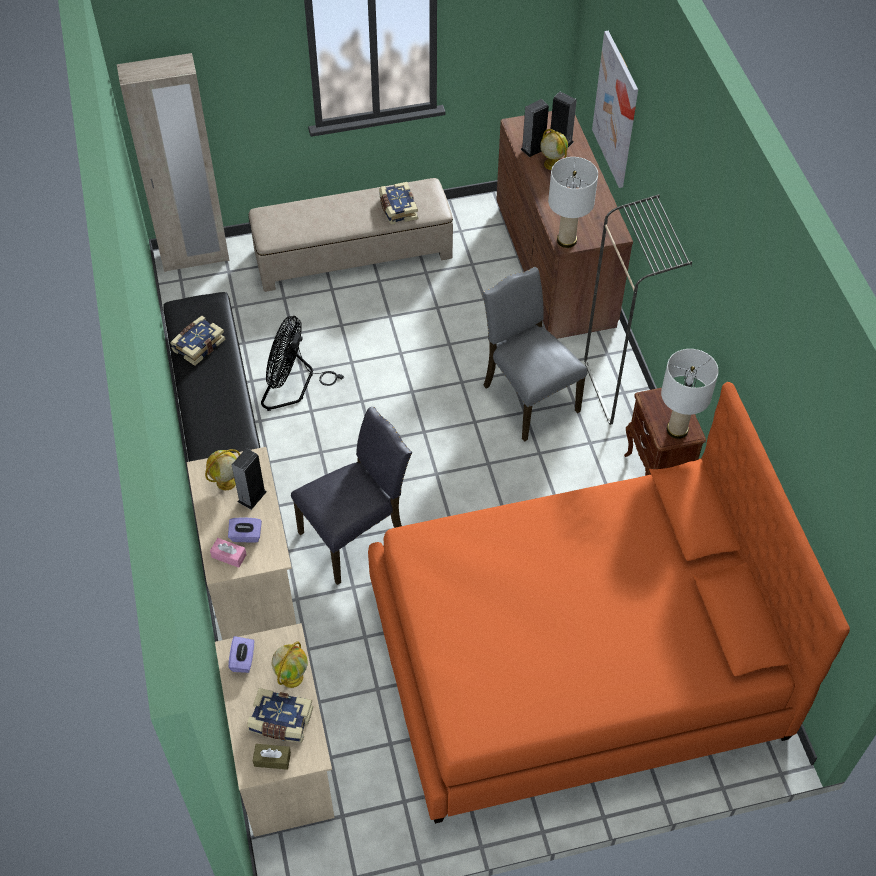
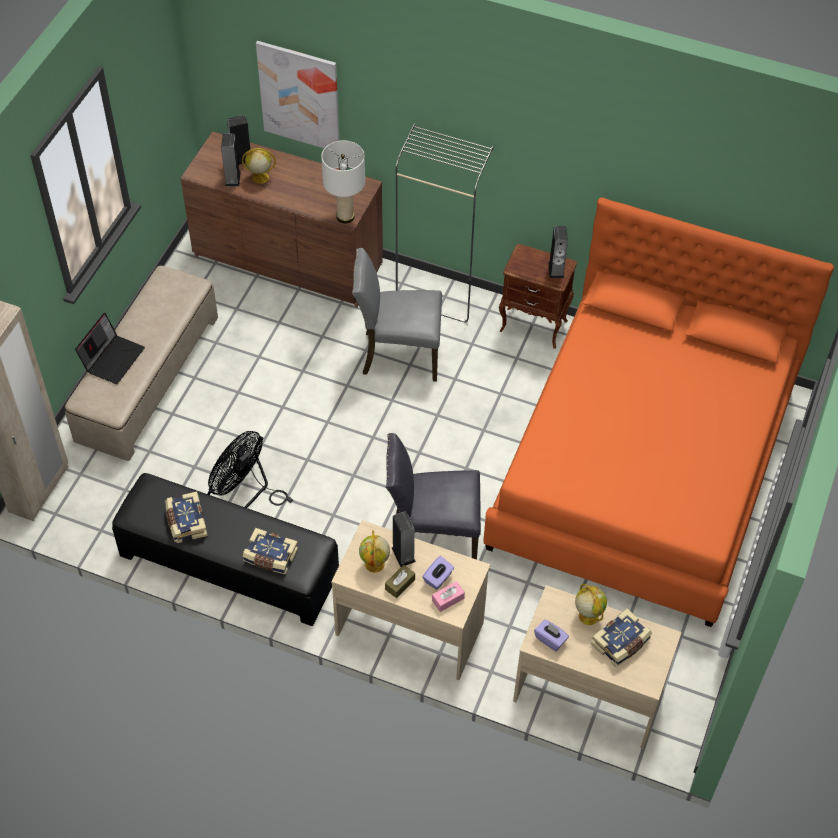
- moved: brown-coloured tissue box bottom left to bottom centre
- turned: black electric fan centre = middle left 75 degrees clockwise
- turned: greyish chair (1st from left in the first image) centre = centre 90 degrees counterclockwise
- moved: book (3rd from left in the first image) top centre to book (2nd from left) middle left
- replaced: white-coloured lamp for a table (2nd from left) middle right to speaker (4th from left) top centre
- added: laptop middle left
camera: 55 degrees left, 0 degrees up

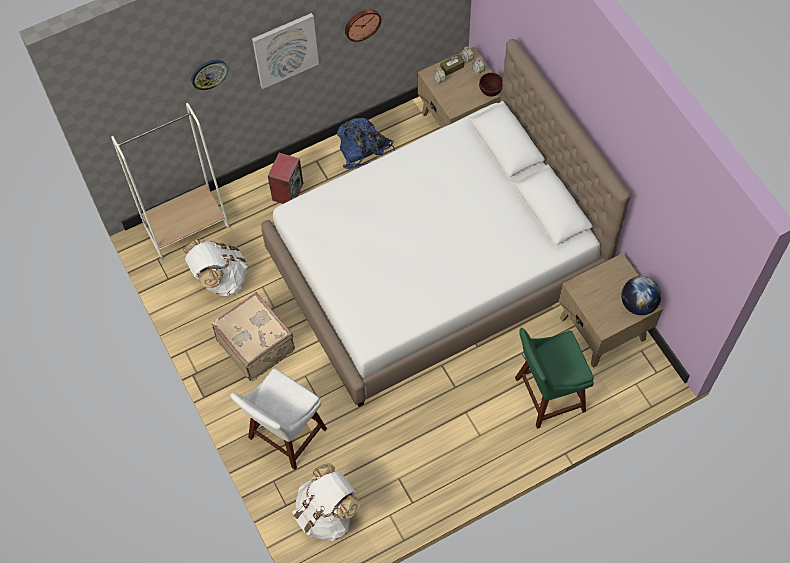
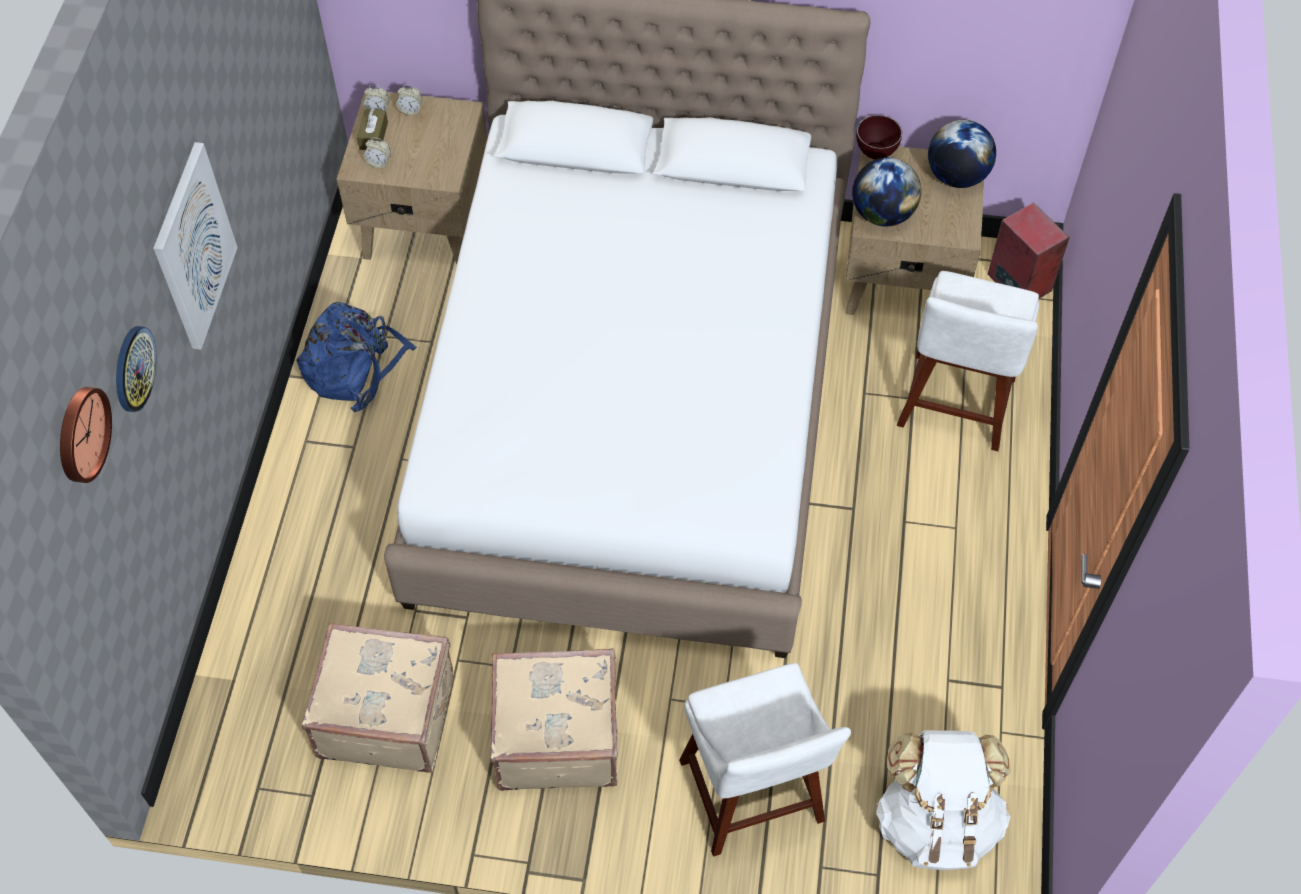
- removed: garment stand top left
- replaced: white-coloured backpack (1st from left) middle left to beige travel case (1st from left) bottom left
- moved: speaker top centre to top right
- moved: clock on the wall (2nd from left in the first image) top centre to clock on the wall (1st from left) middle left
- moved: brown-coloured deep dish top centre to top right
- recoloured: green chair bottom right to white-coloured chair (2nd from left) middle right
- added: desk globe (1st from left) top right
camera: 55 degrees left, 5 degrees down

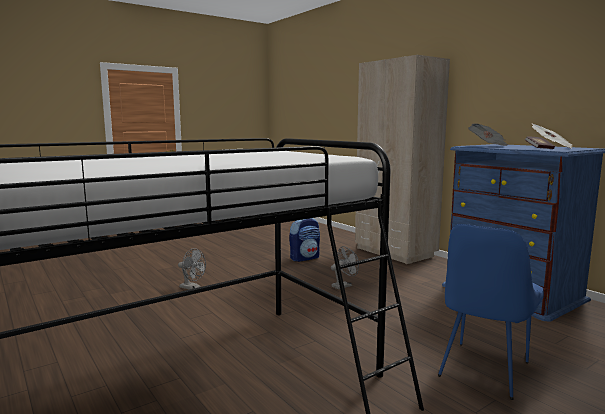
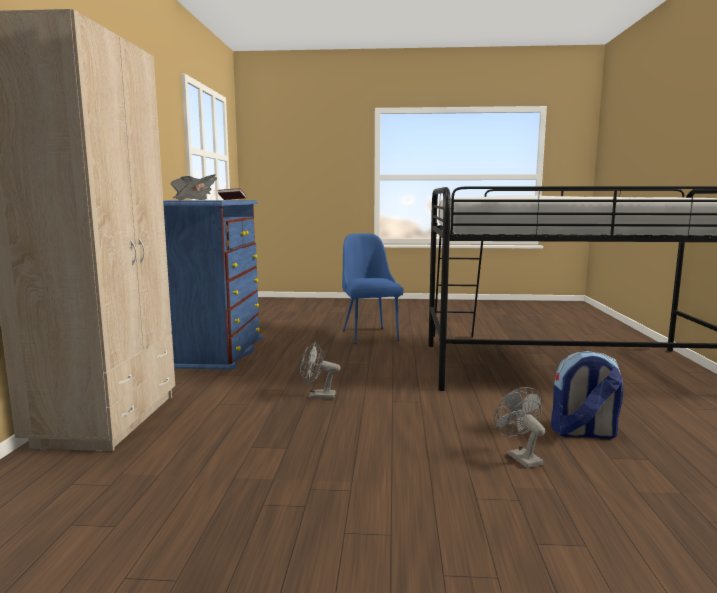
- moved: backpack centre to middle right
- turned: blue-coloured chair bottom right = centre 90 degrees counterclockwise
camera: 140 degrees left, 0 degrees up

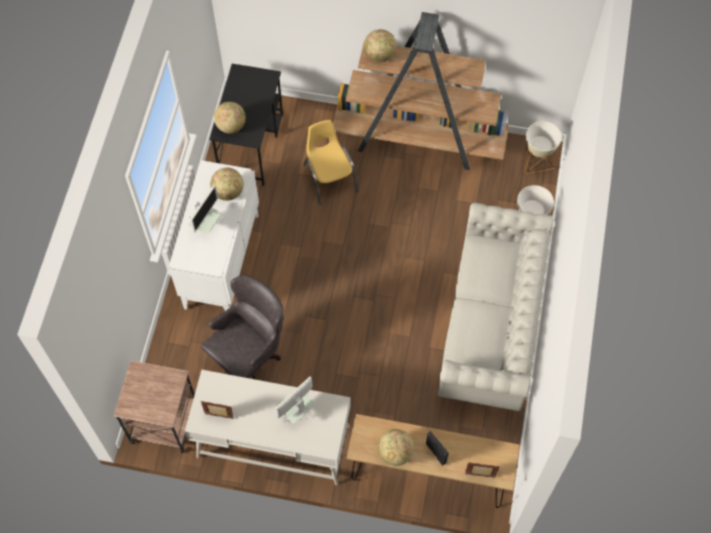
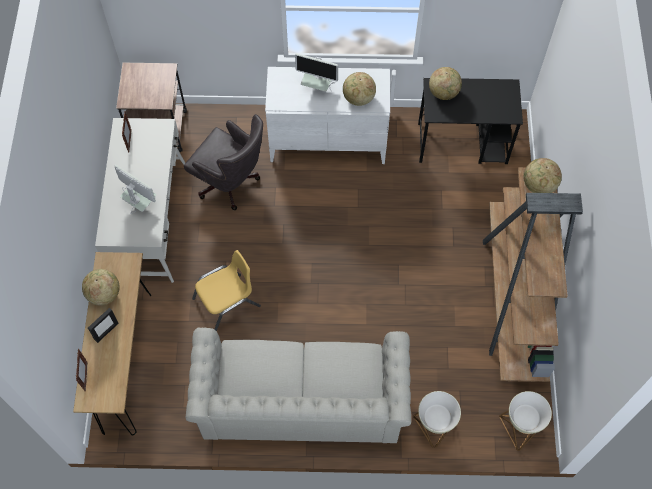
- moved: yellow chair top centre to centre
camera: 80 degrees right, 0 degrees up

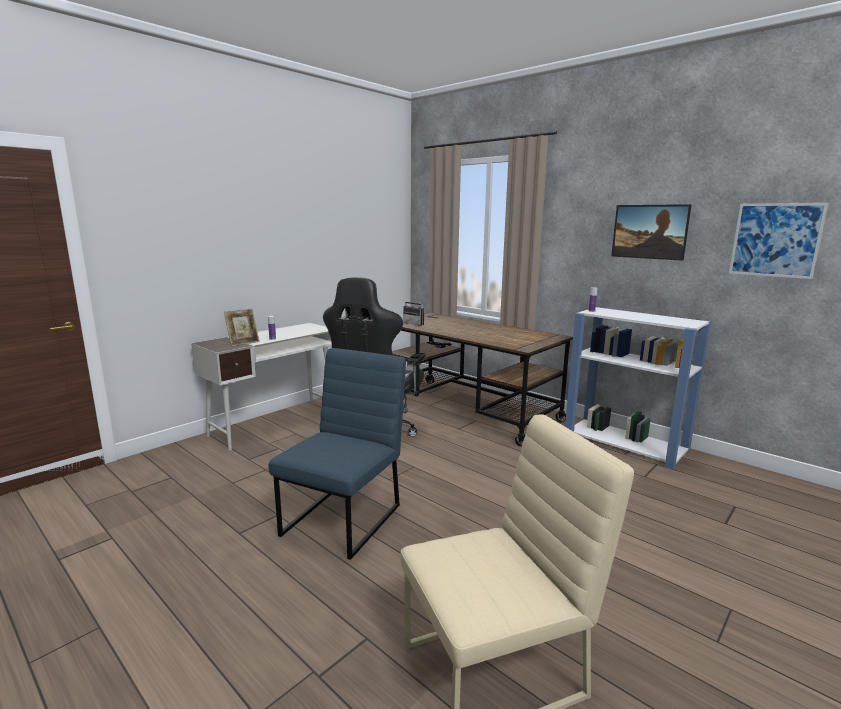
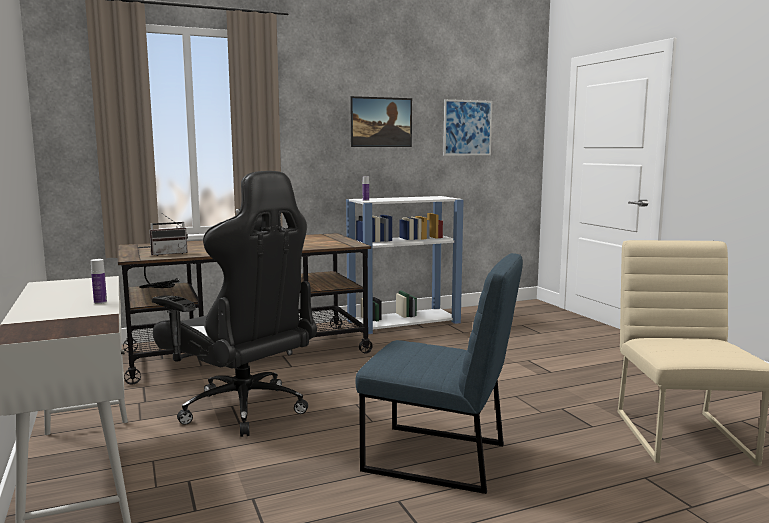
- removed: standing frame middle left
- turned: blue-coloured chair centre = bottom centre 150 degrees clockwise
camera: 65 degrees left, 5 degrees down

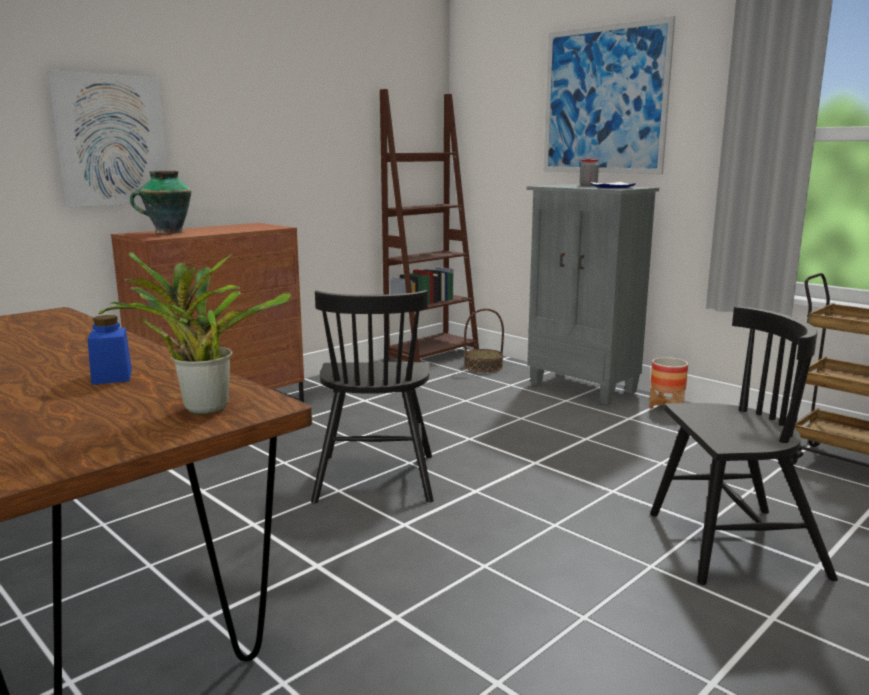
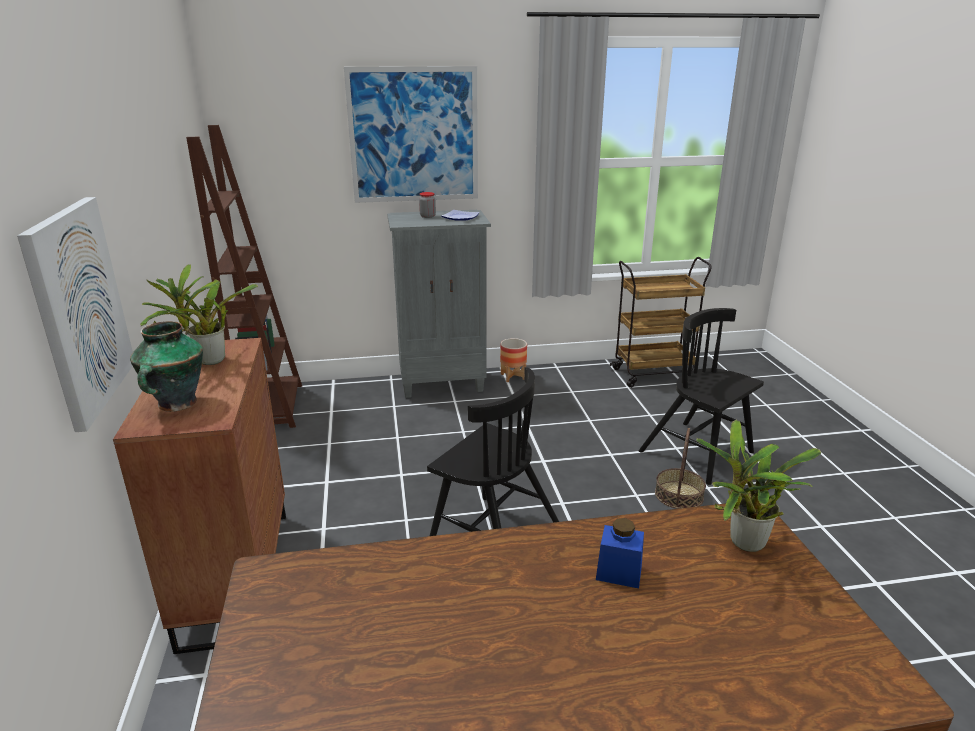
- moved: household basket centre to middle right
- turned: black chair (2nd from left) middle right = middle right 75 degrees counterclockwise
- added: houseplant (1st from left) middle left
camera: 55 degrees left, 10 degrees up

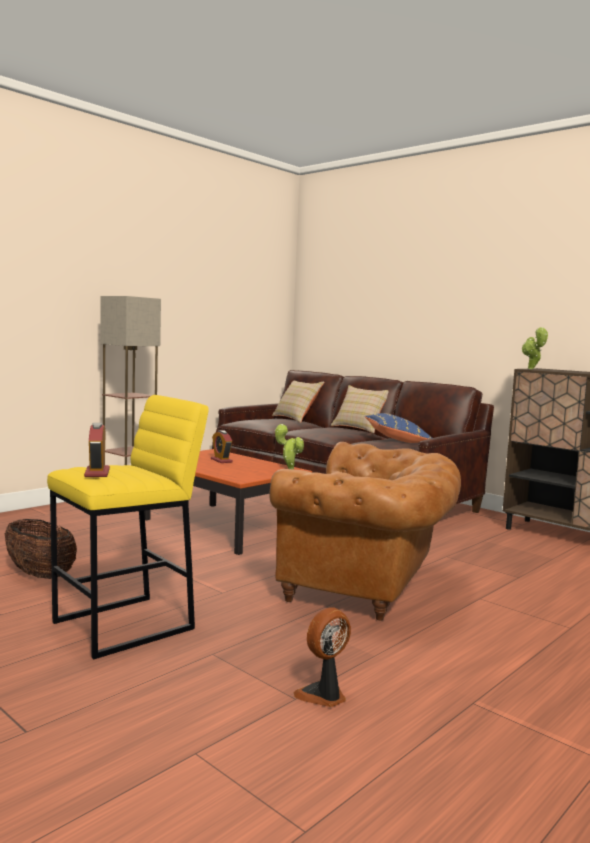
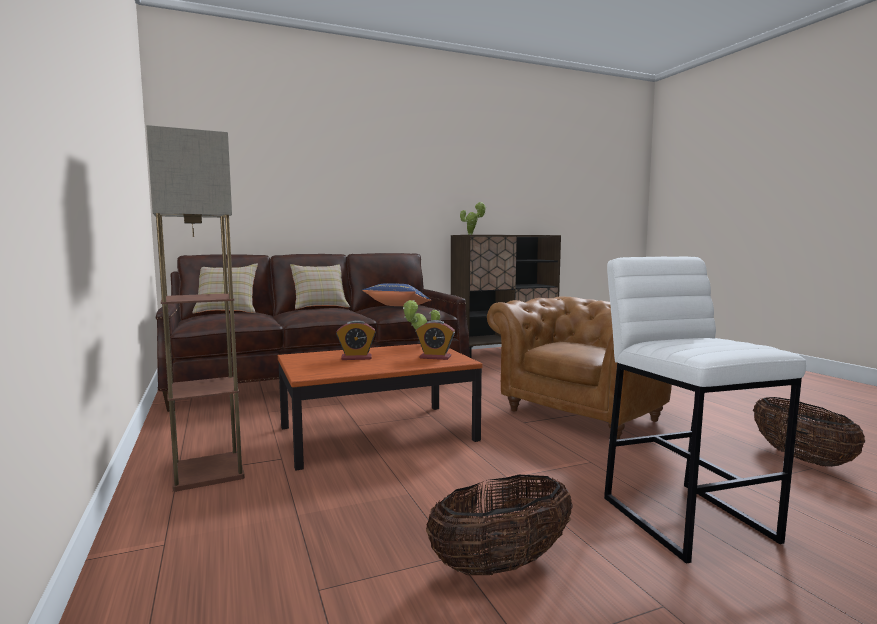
- recoloured: yellow stool middle left to white-coloured stool middle right
- moved: table clock (1st from left in the first image) middle left to table clock (2nd from left) centre
- replaced: electric fan bottom centre to household basket (2nd from left) bottom right
camera: 65 degrees left, 0 degrees up

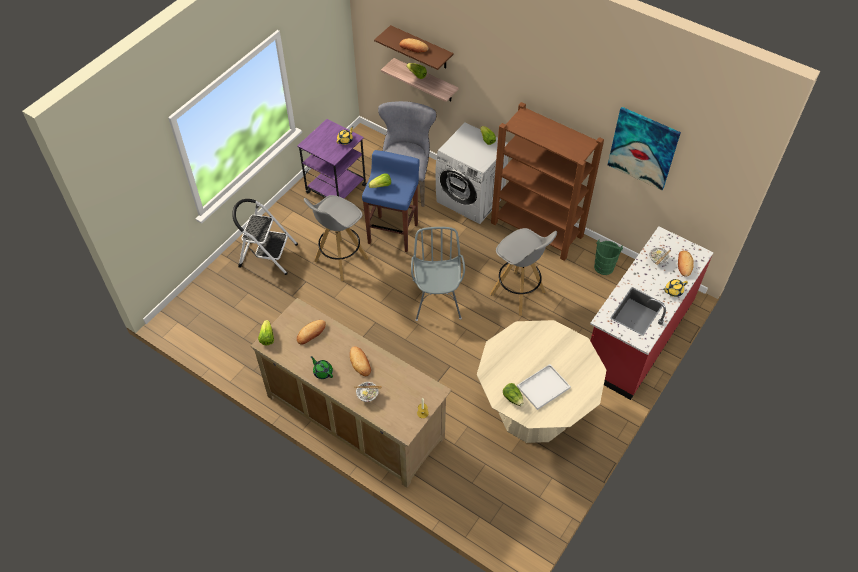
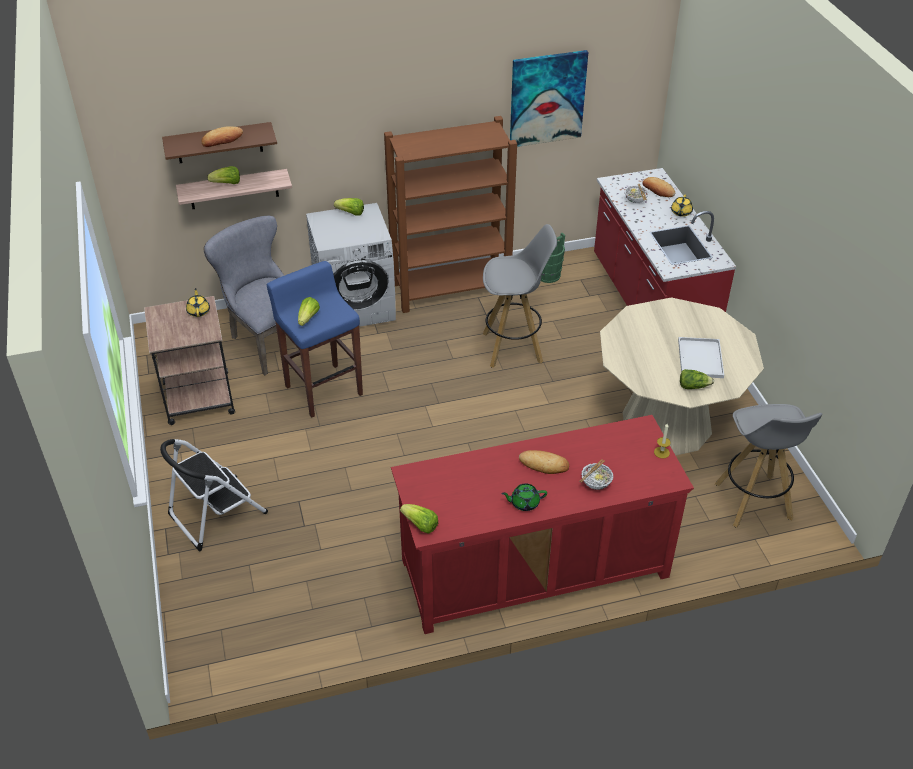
- recoloured: beige drawer chest bottom centre to red drawer chest bottom centre
- recoloured: purple trolley top centre to brown-coloured trolley middle left
- removed: bakery bread (1st from left) centre
- moved: greyish stool (1st from left in the first image) centre to greyish stool (2nd from left) middle right
- removed: greyish chair (2nd from left) centre
camera: 50 degrees left, 10 degrees down

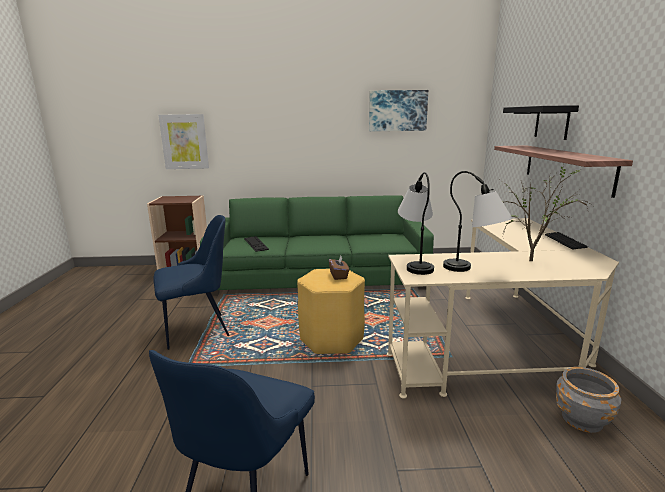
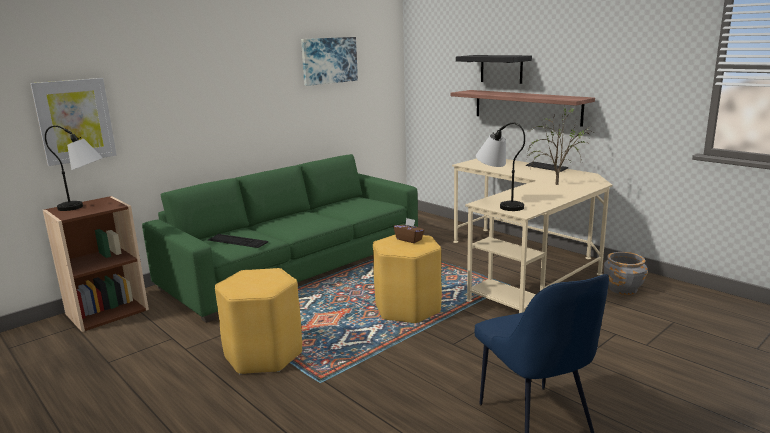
- replaced: blue-coloured chair (1st from left) middle left to yellow stool (1st from left) bottom centre
- moved: lamp for a table (2nd from left in the first image) middle right to lamp for a table (1st from left) middle left
camera: 40 degrees left, 0 degrees up

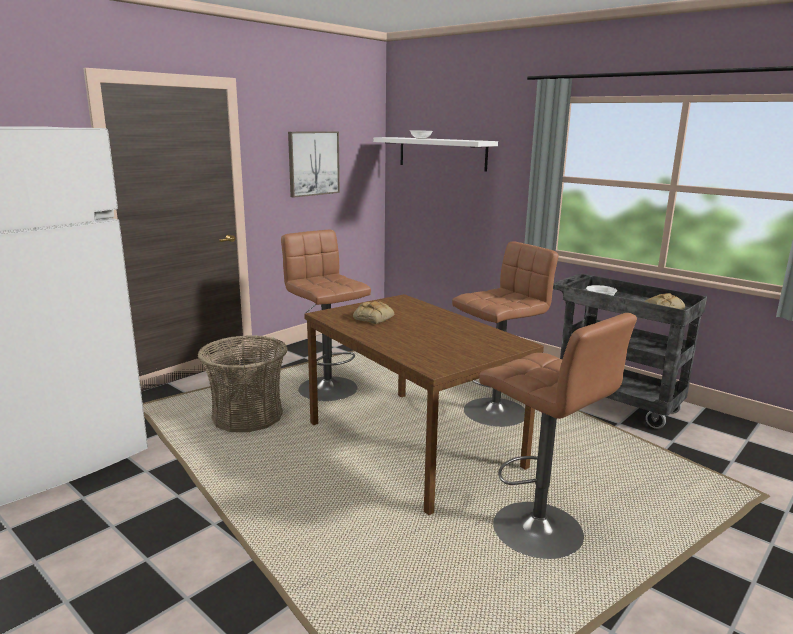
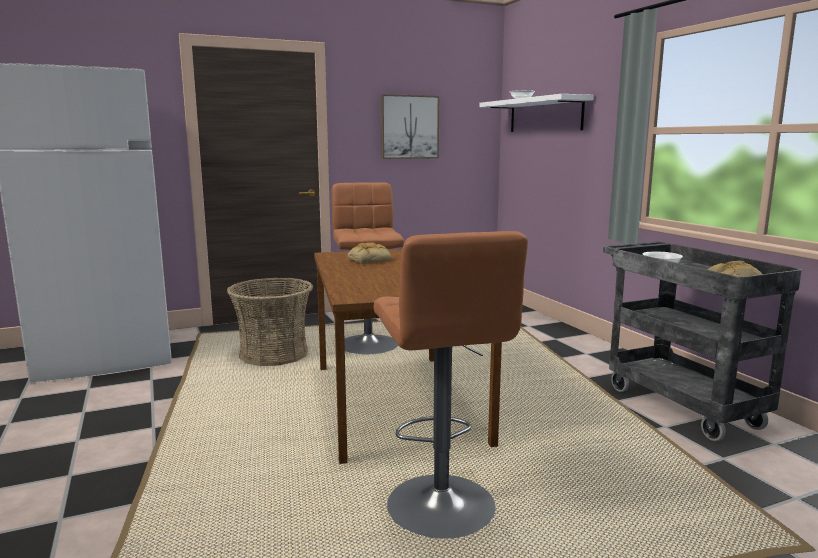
- removed: brown-coloured stool (2nd from left) centre
camera: 25 degrees right, 5 degrees down

